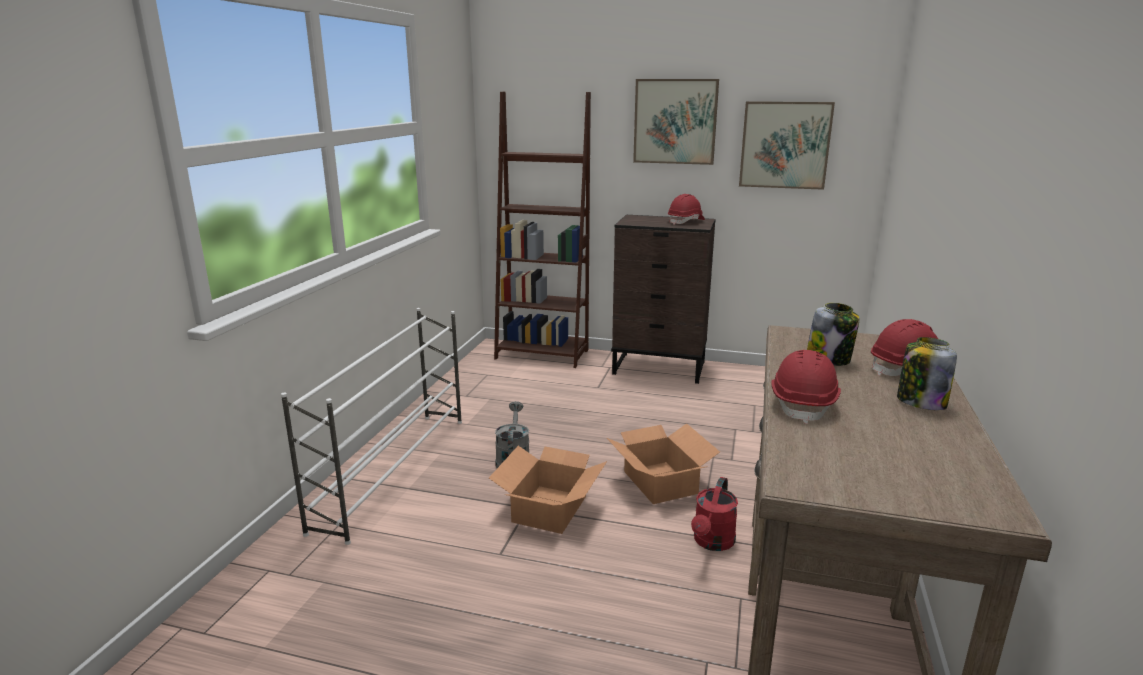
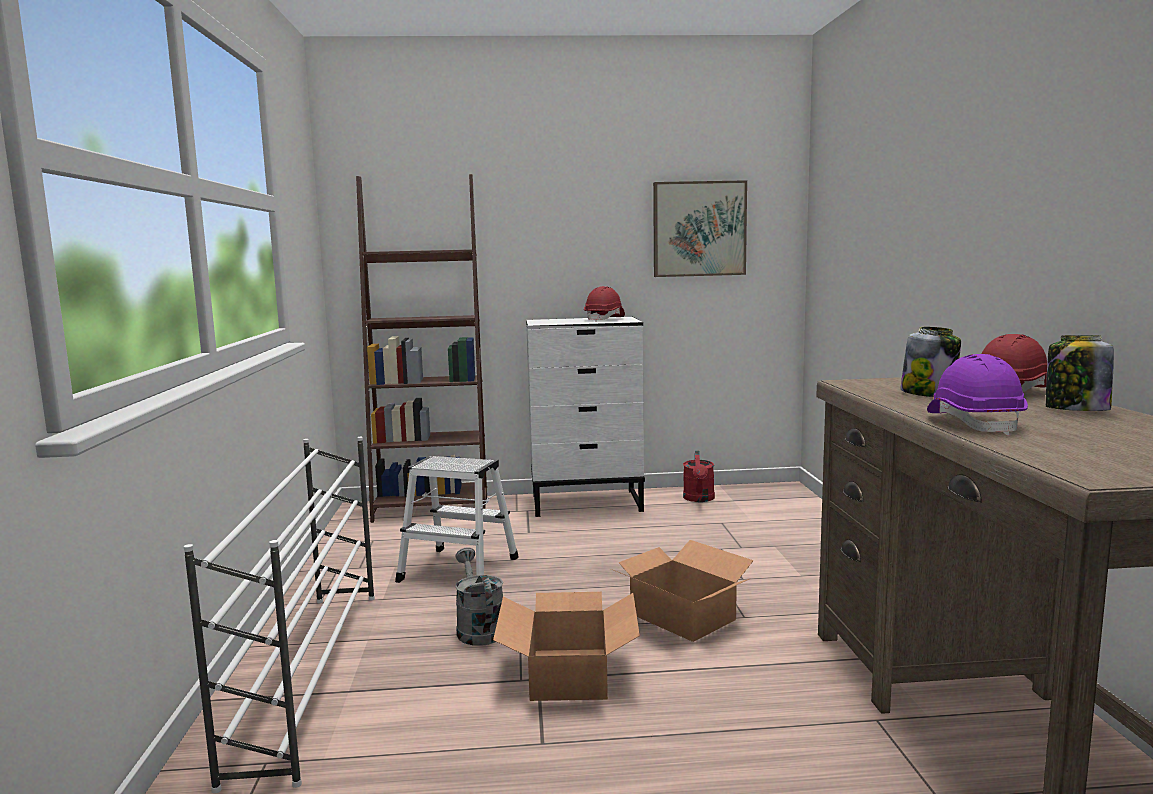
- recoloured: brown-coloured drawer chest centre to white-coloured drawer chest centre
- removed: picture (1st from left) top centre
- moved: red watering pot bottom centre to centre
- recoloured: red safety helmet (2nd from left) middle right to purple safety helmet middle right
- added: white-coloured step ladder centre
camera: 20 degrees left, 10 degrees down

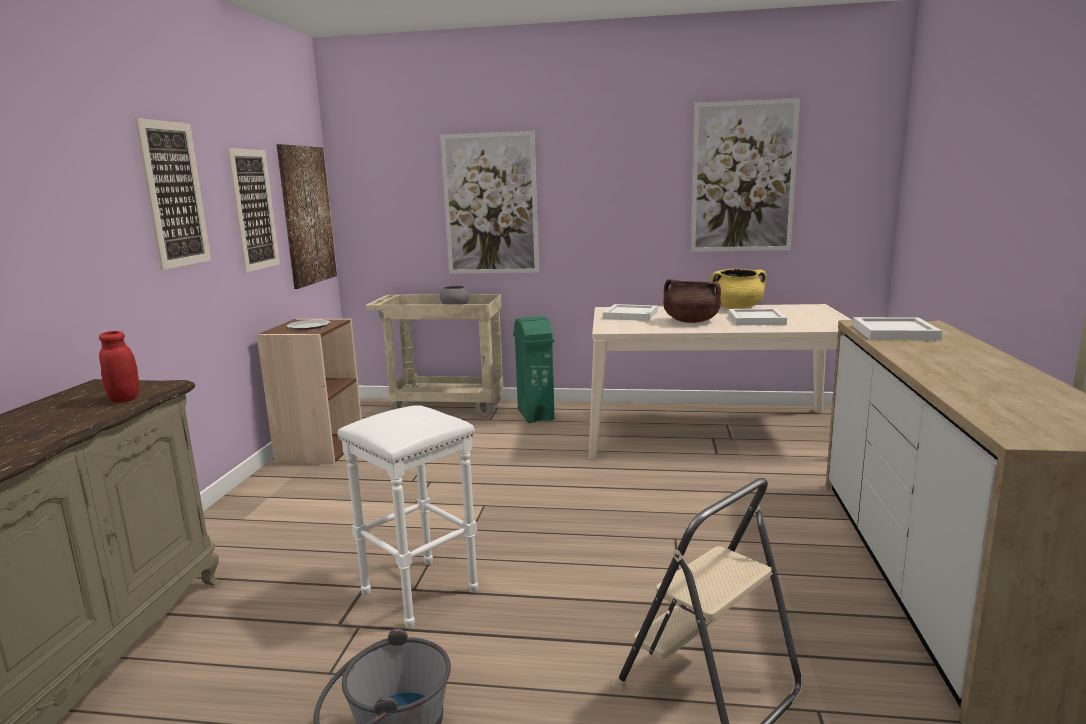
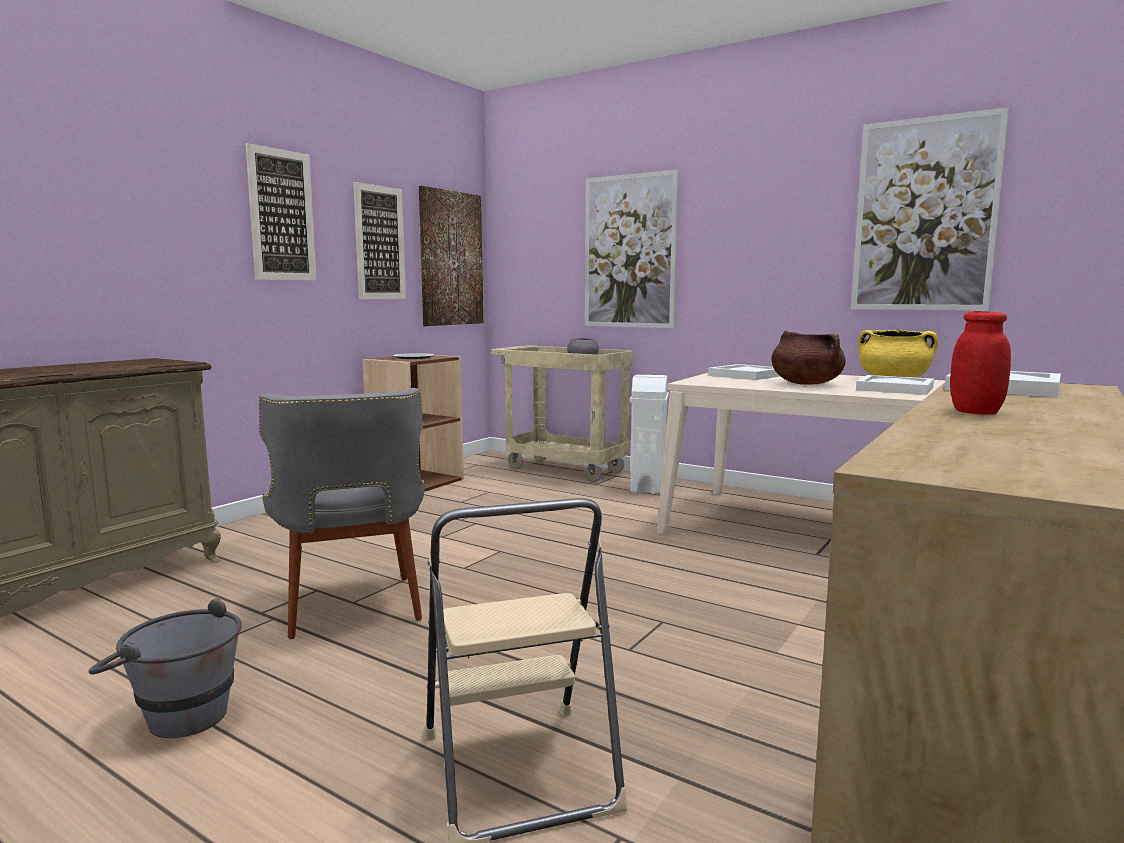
- moved: red jar middle left to middle right
- replaced: white-coloured stool bottom centre to greyish chair middle left
- recoloured: green waste bin centre to white-coloured waste bin centre
camera: 25 degrees right, 5 degrees down

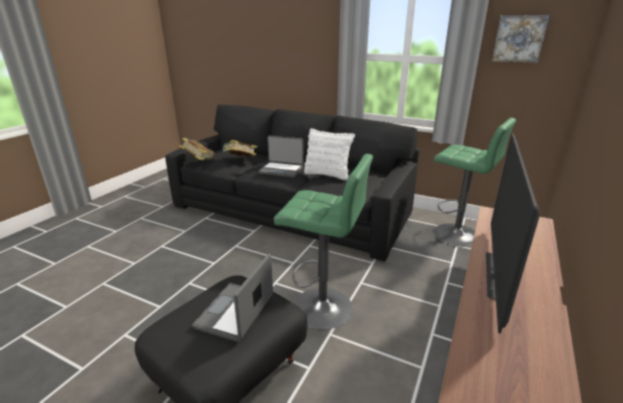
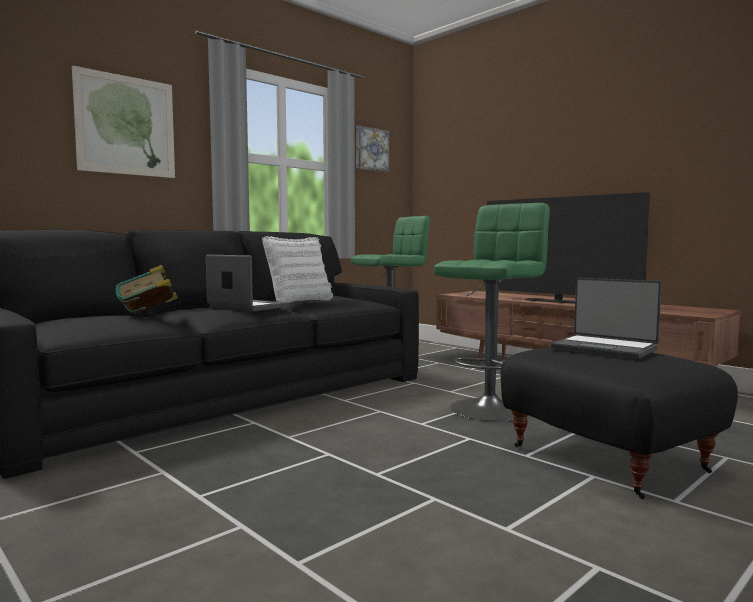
- removed: book (1st from left) middle left
- turned: laptop (2nd from left in the first image) centre = middle left 90 degrees counterclockwise
- added: picture (1st from left) top left
camera: 70 degrees left, 20 degrees down

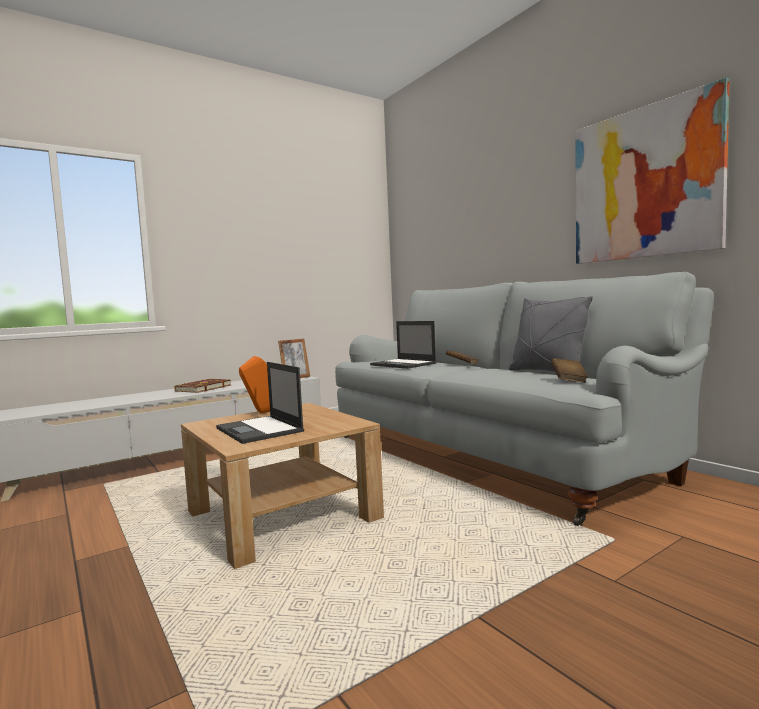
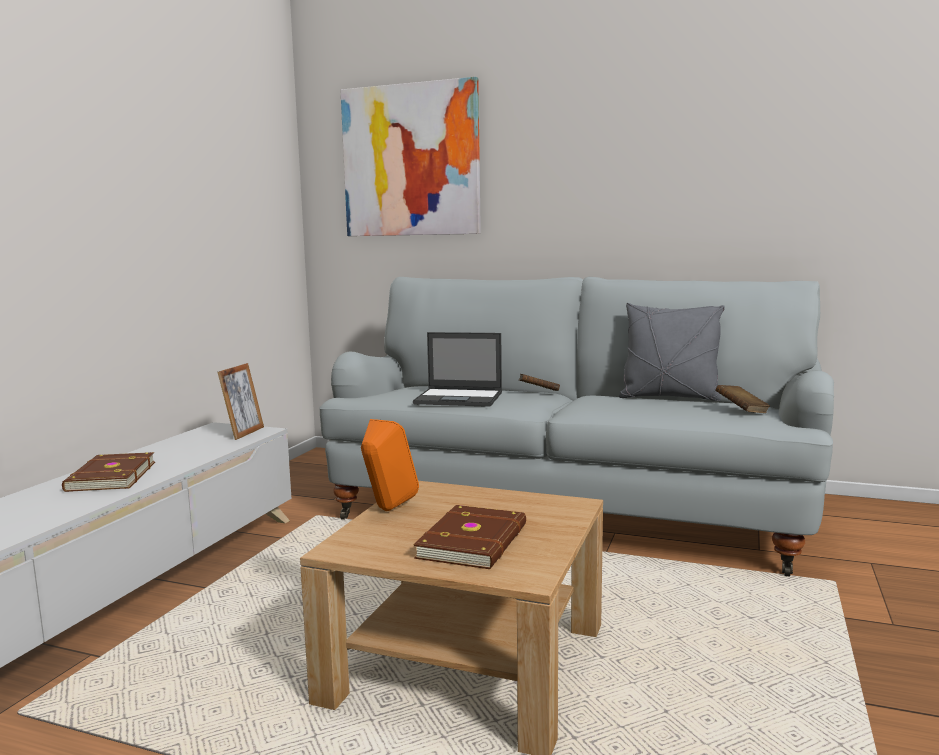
- replaced: laptop (1st from left) centre to brown-coloured book (2nd from left) bottom centre
- moved: picture top right to top centre
camera: 35 degrees left, 5 degrees up

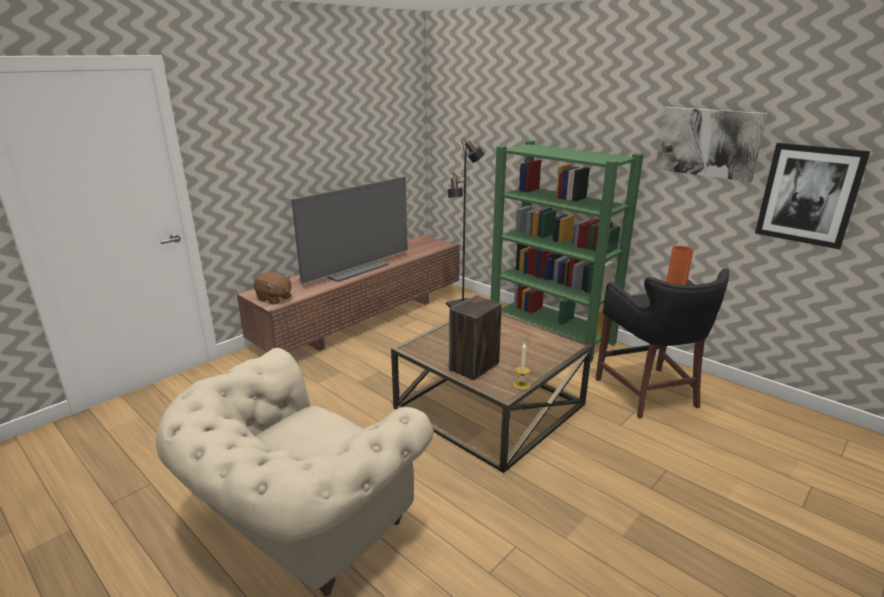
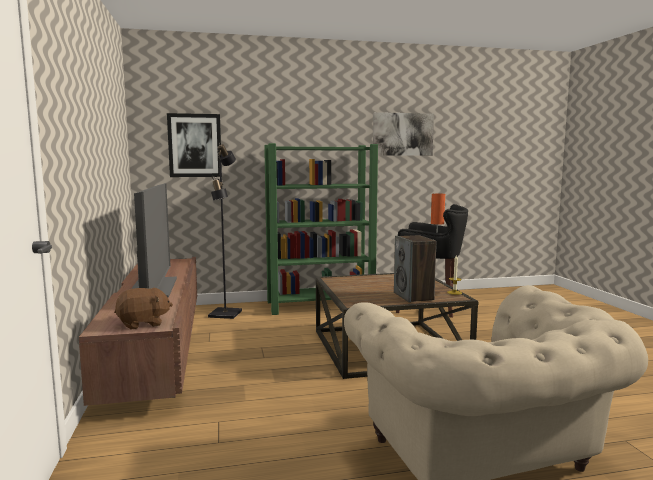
- moved: picture (2nd from left in the first image) top right to picture (1st from left) top left
camera: 55 degrees left, 15 degrees down

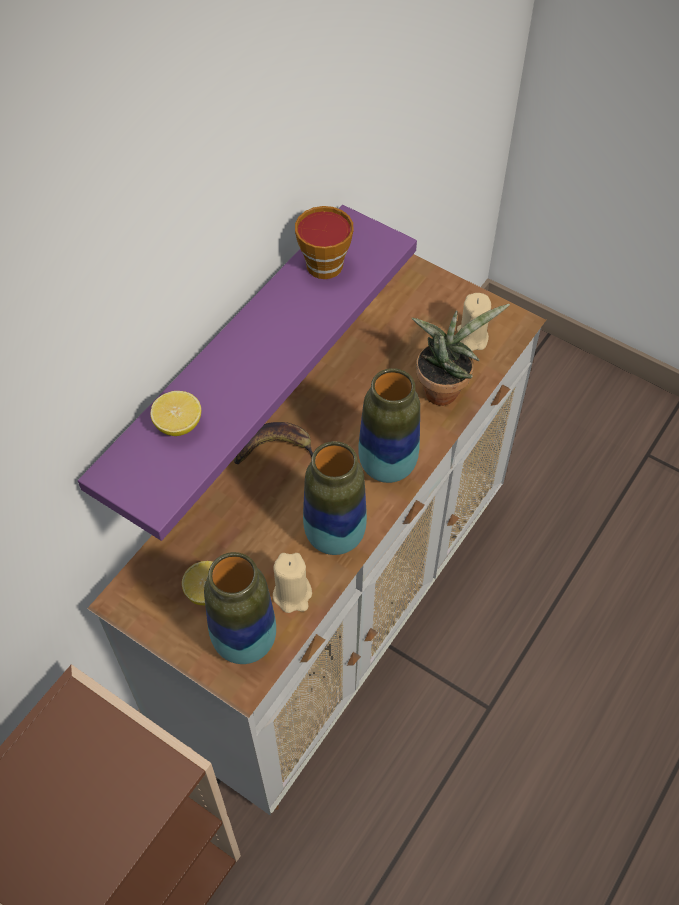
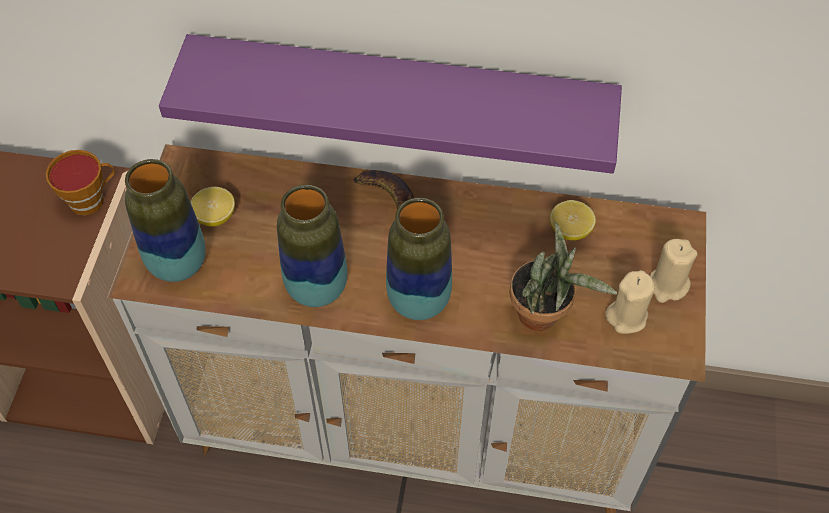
- moved: whole lemon (1st from left in the first image) middle left to whole lemon (2nd from left) middle right
- moved: beige wax light (1st from left in the first image) centre to beige wax light (2nd from left) middle right
- moved: drinking cup top centre to middle left
camera: 65 degrees right, 0 degrees up

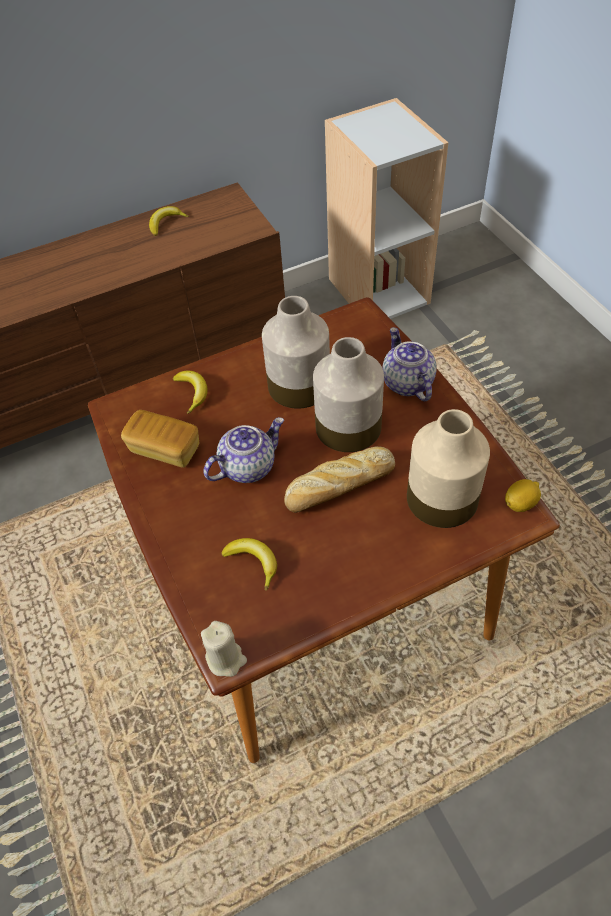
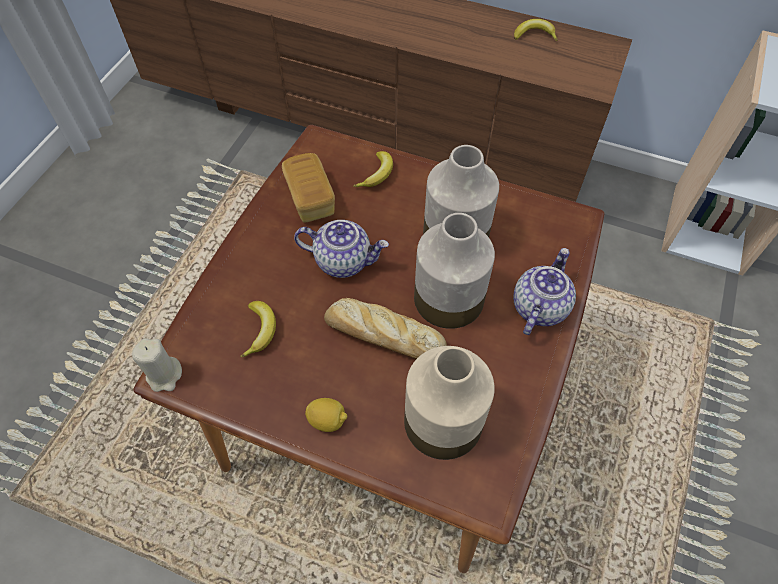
- moved: whole lemon middle right to bottom centre
camera: 45 degrees right, 5 degrees up

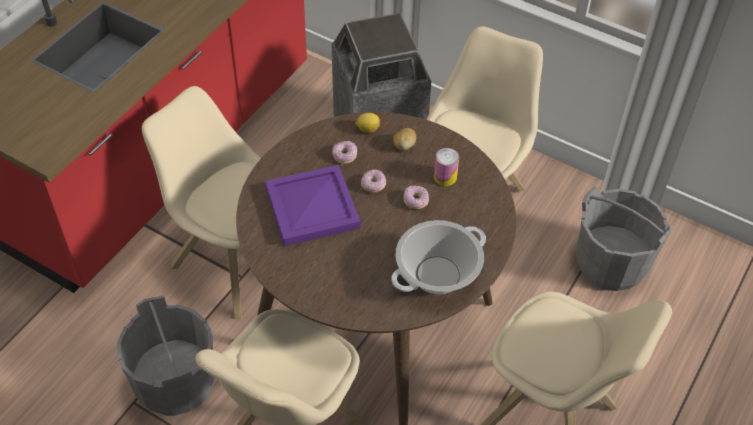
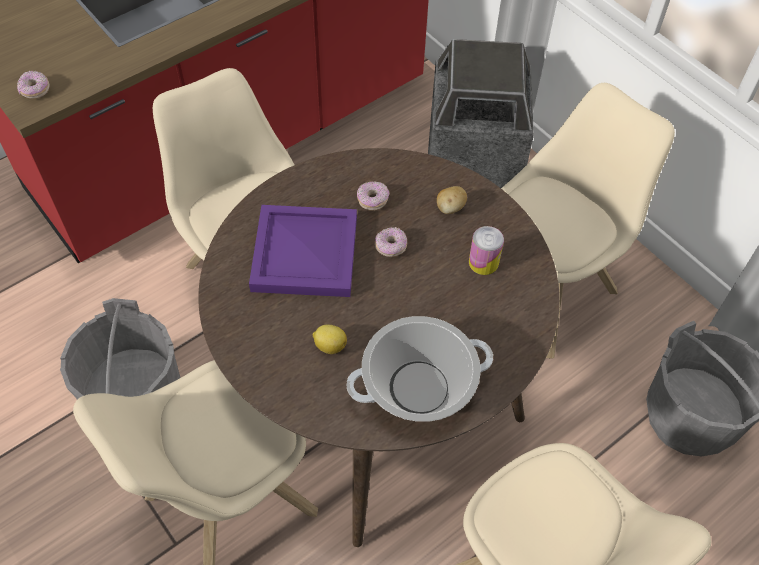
- moved: whole lemon top centre to centre
- moved: ring doughnut (3rd from left in the first image) centre to ring doughnut (1st from left) top left
camera: 20 degrees right, 5 degrees up

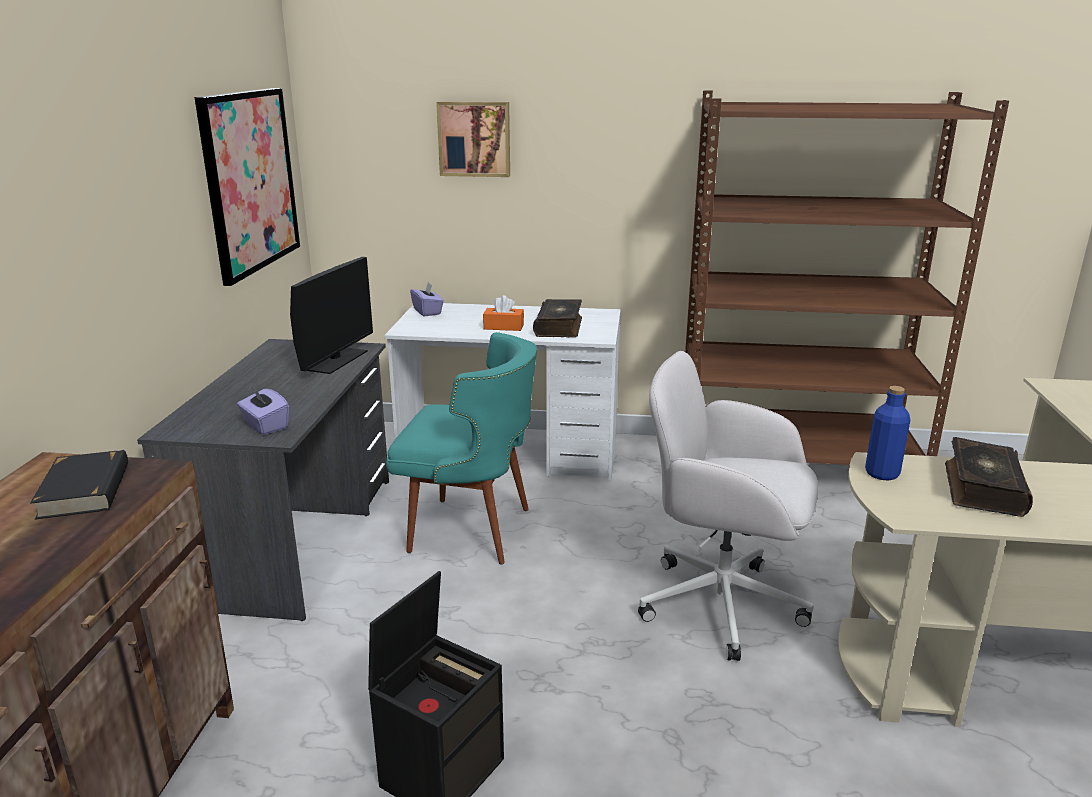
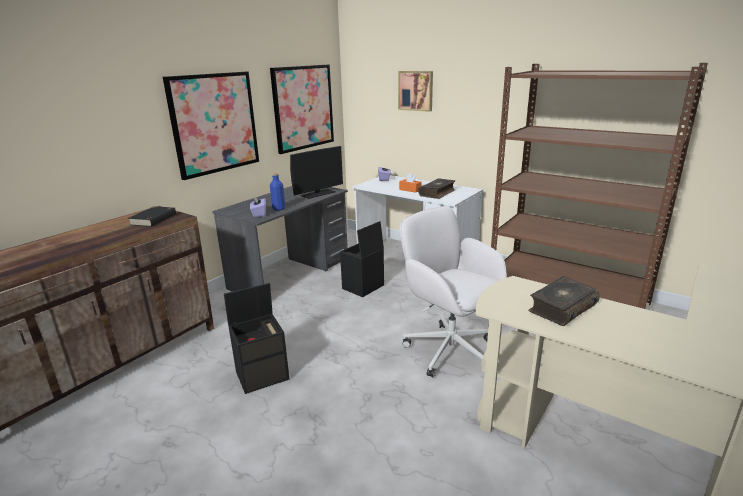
- replaced: blue-green chair centre to black storage container (2nd from left) centre
- moved: blue-coloured drink bottle middle right to centre
- added: picture (1st from left) top left
camera: 30 degrees right, 0 degrees up

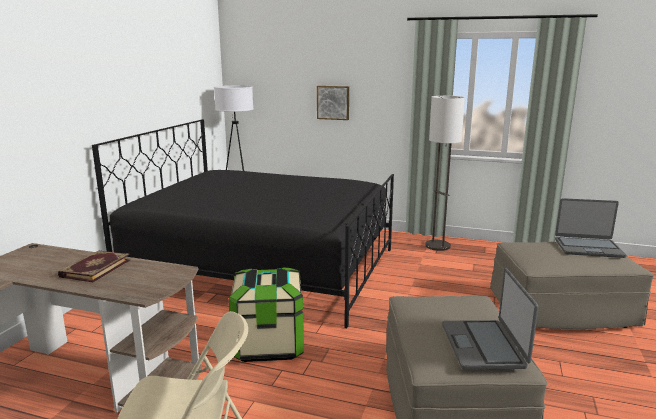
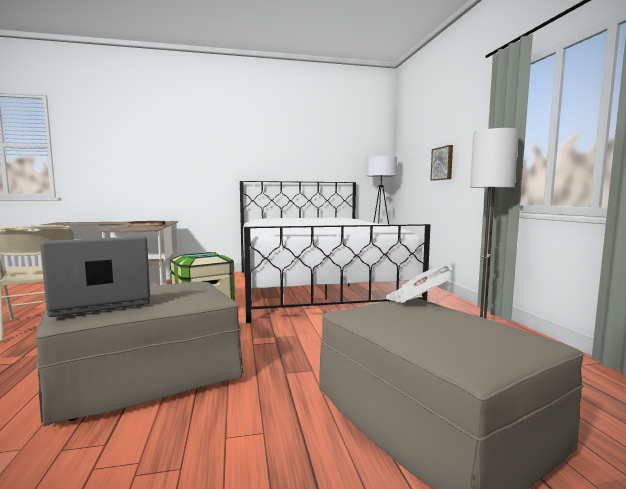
- recoloured: black sleeping bed centre to white-coloured sleeping bed centre
- removed: laptop (2nd from left) middle right
- added: daily paper middle right
camera: 60 degrees right, 10 degrees down

